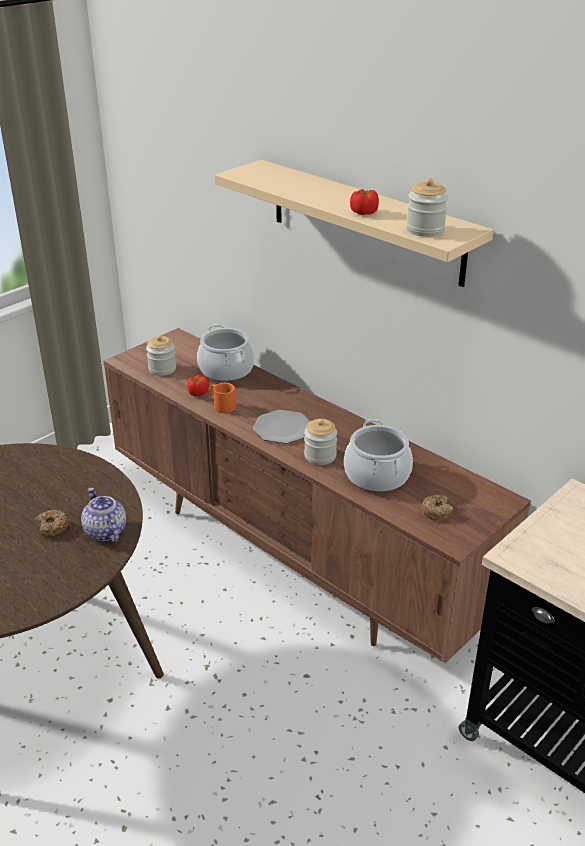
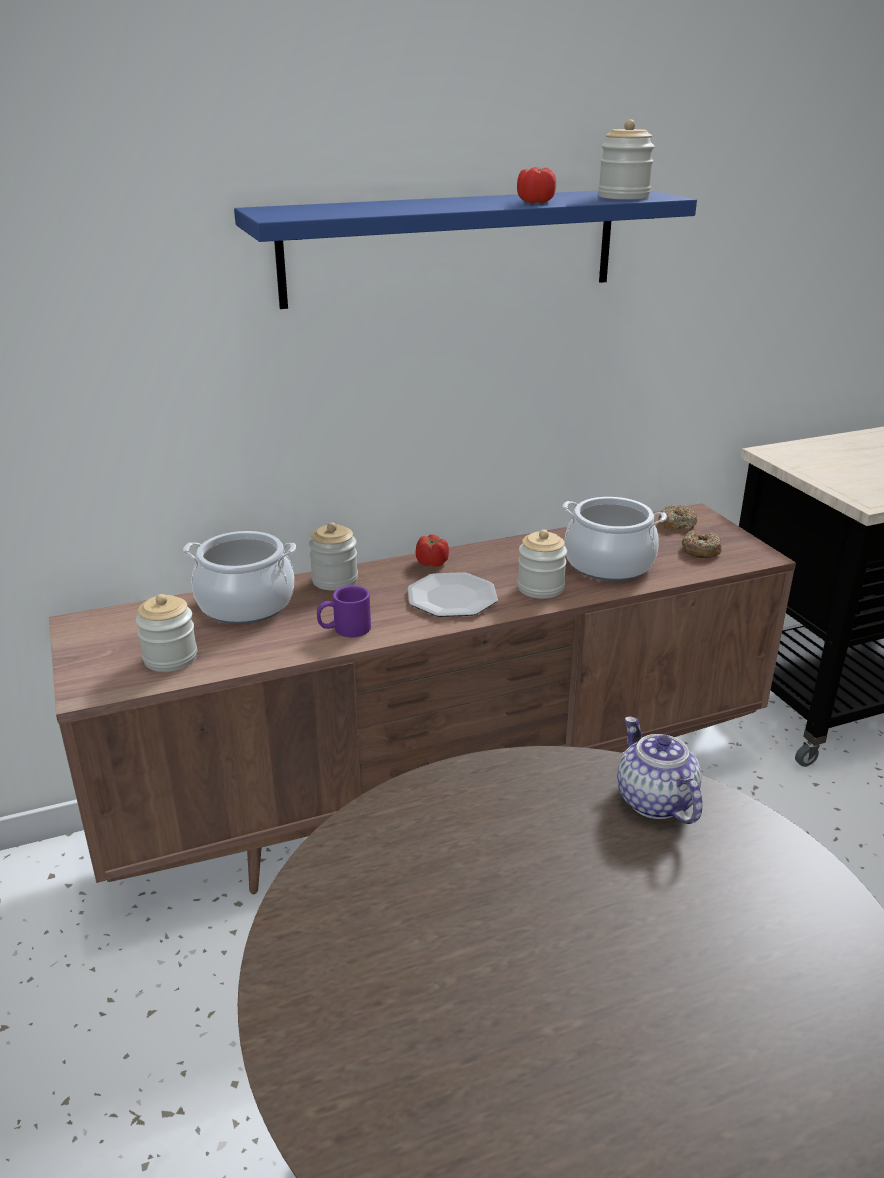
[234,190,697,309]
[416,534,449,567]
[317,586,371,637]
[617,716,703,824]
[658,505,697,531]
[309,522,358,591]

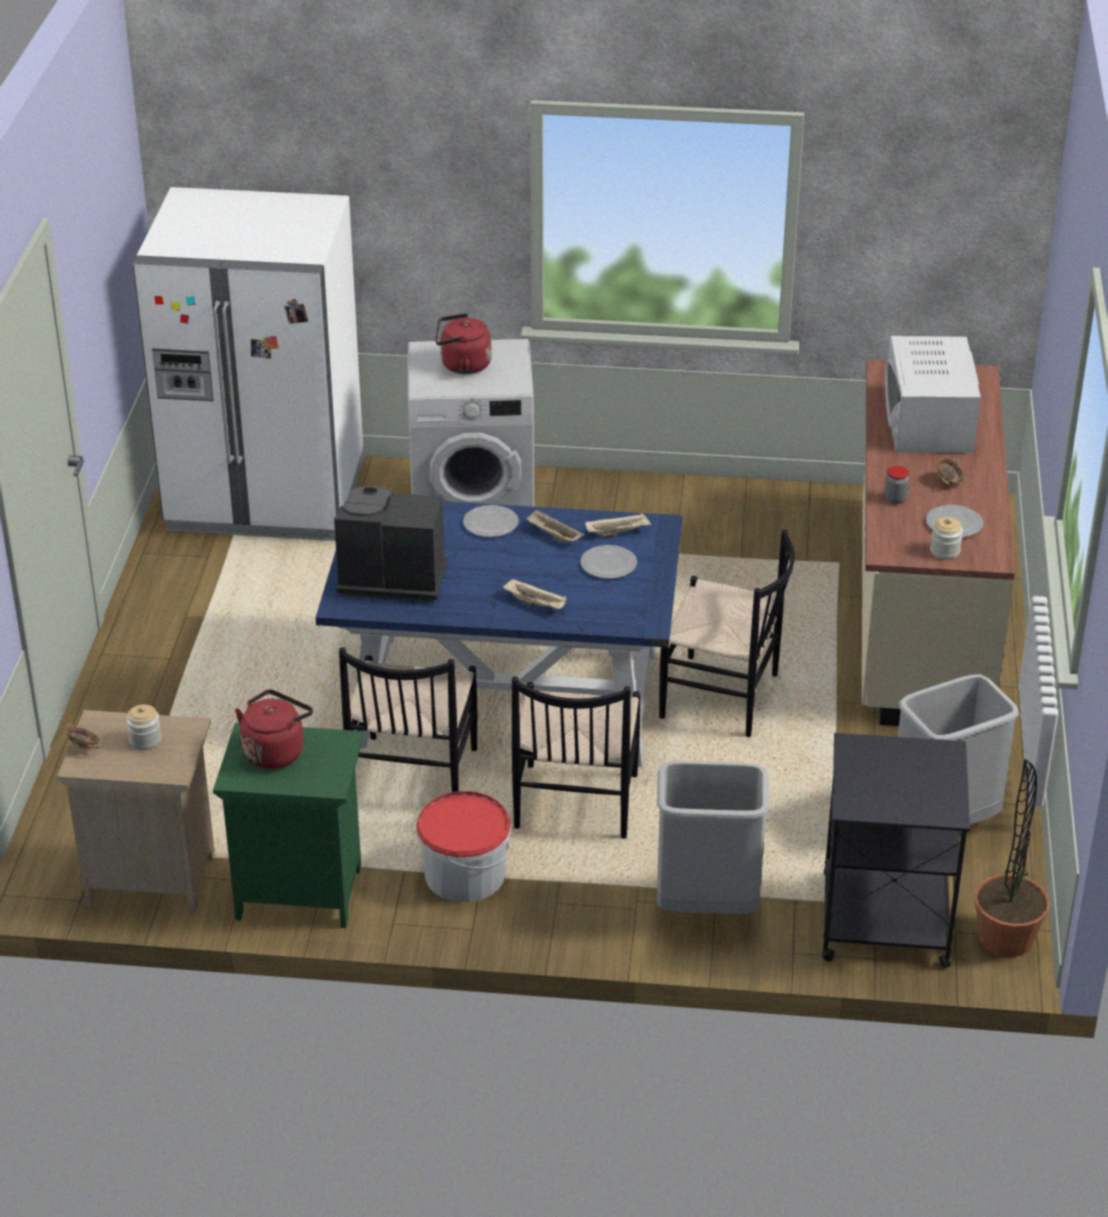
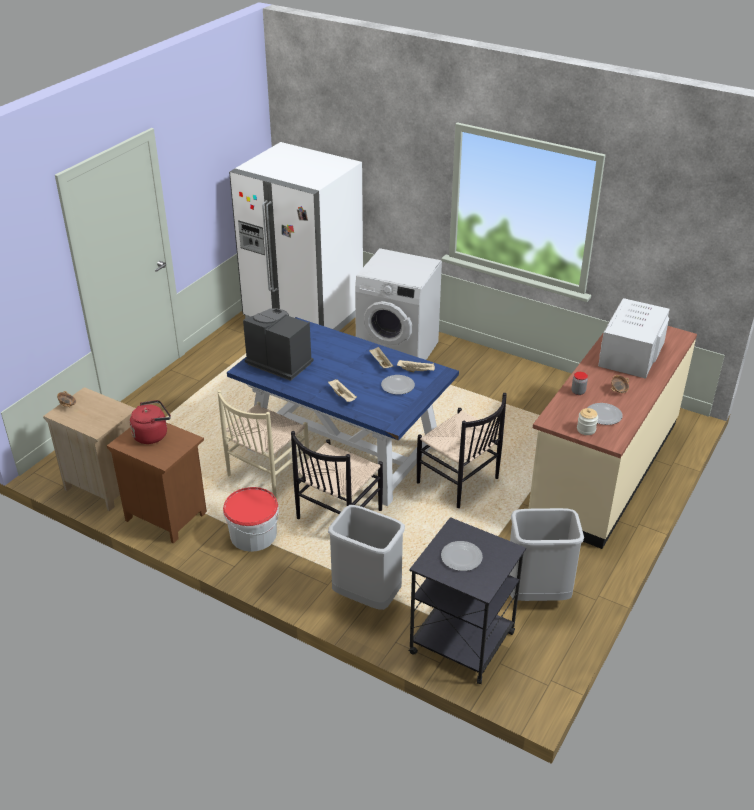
[435,313,492,374] (first image)
[441,541,483,571]
[217,390,309,498]
[126,705,162,750] (first image)
[107,423,207,544]
[974,759,1050,957] (first image)

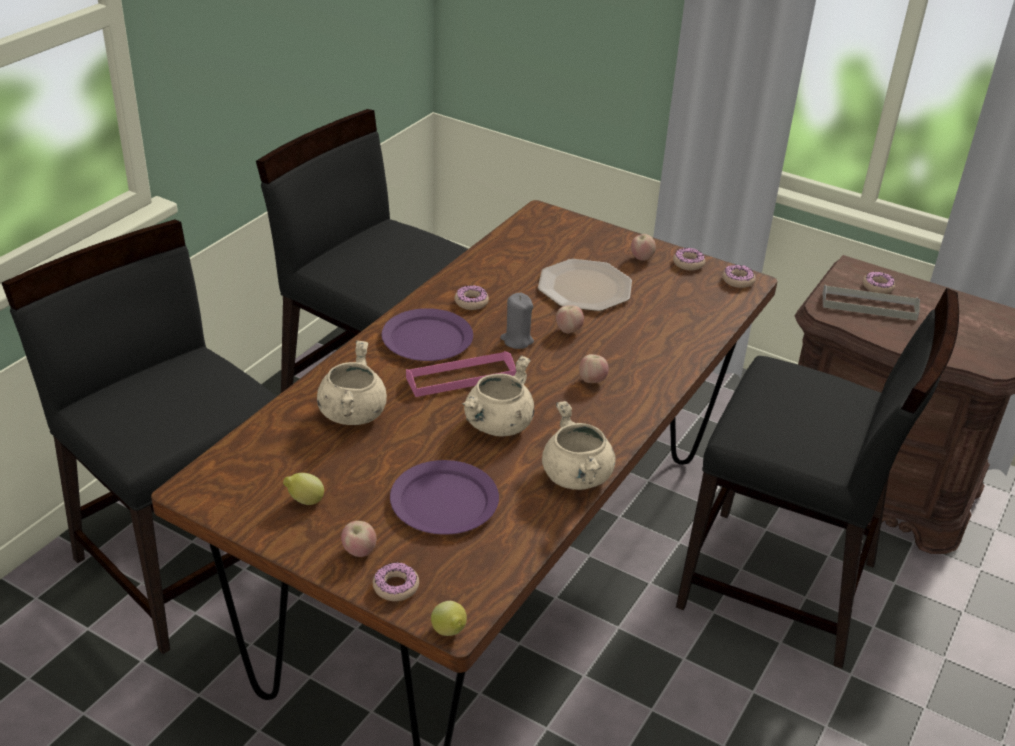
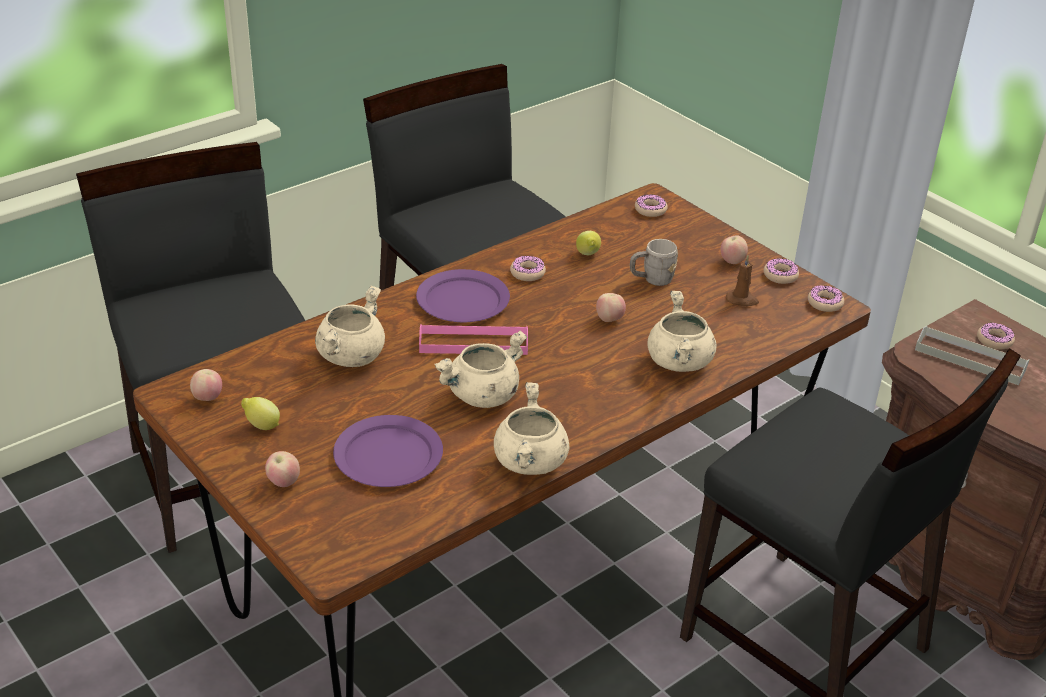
[630,239,678,286]
[500,293,534,349] (first image)
[190,369,222,401]
[635,194,668,217]
[576,231,601,255]
[726,255,759,307]
[648,291,716,372]

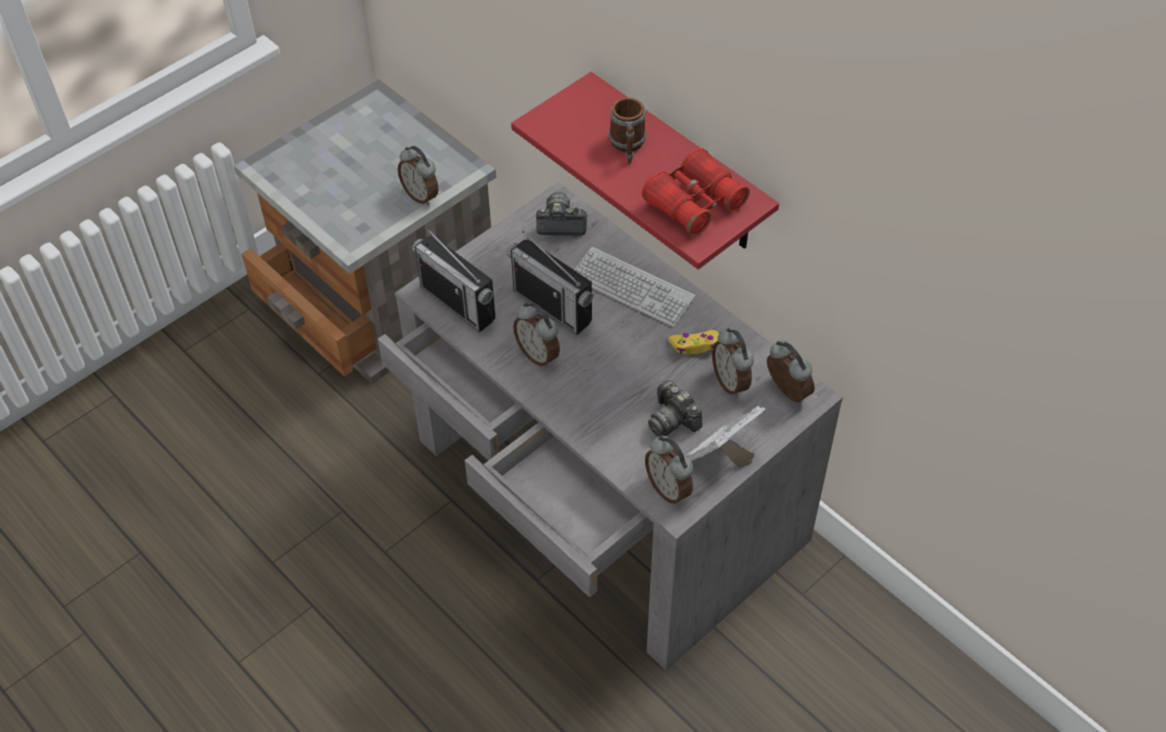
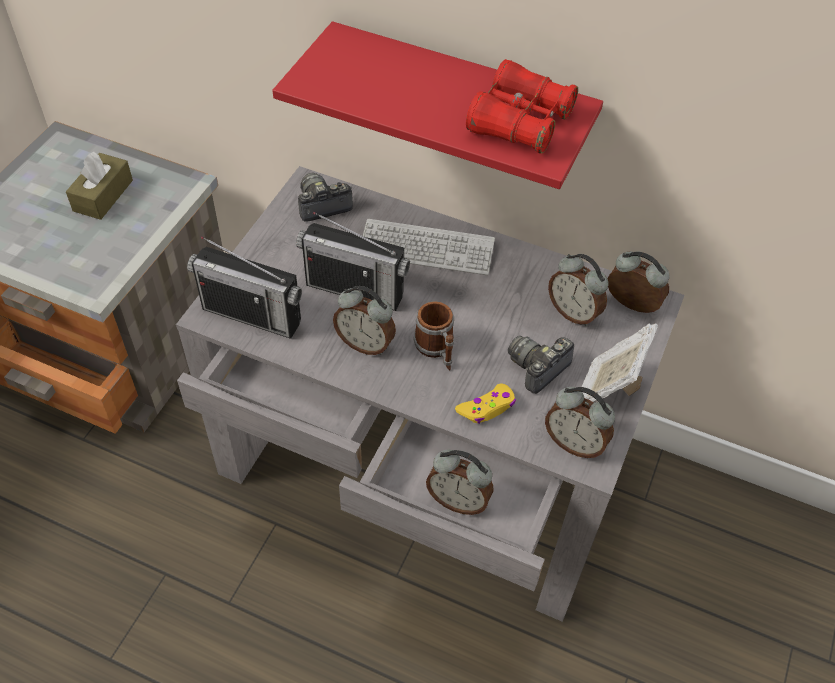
[414,301,454,370]
[426,449,494,515]
[455,383,516,424]
[508,336,574,394]
[66,152,133,220]

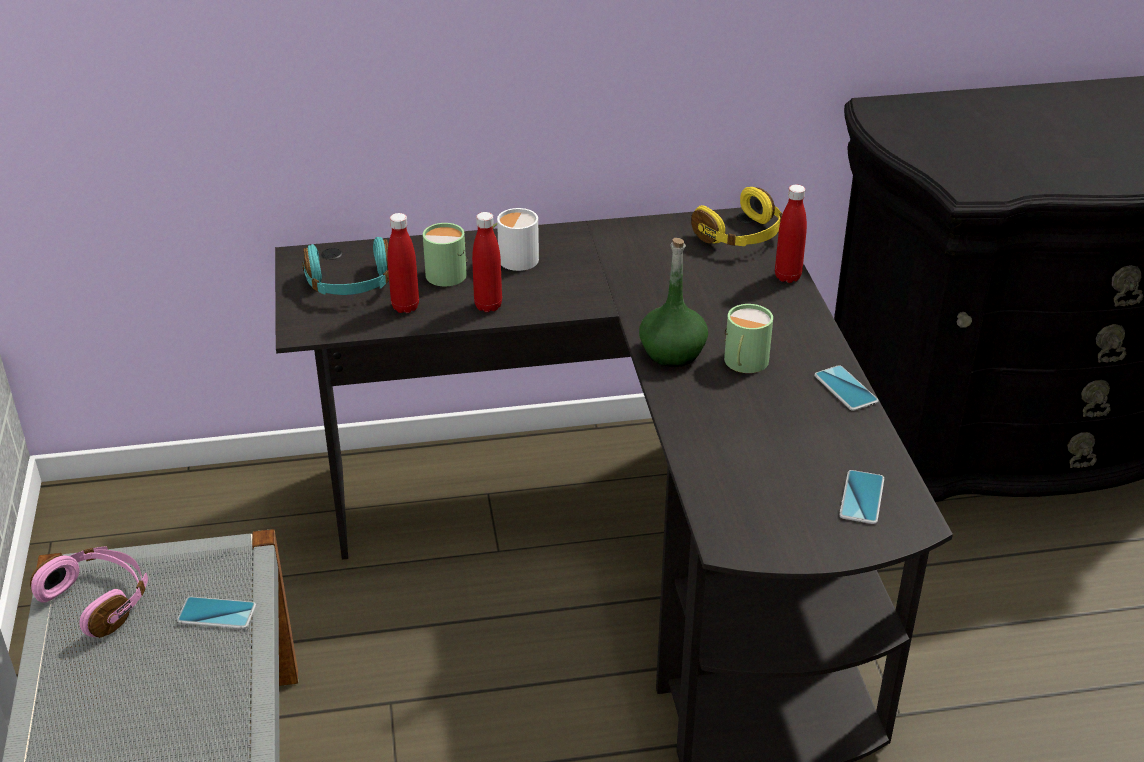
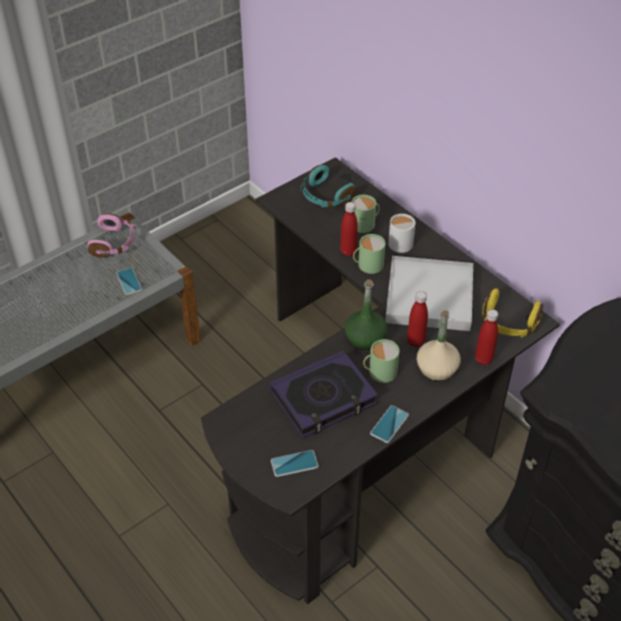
[407,291,428,347]
[353,234,385,274]
[385,256,473,331]
[417,311,461,381]
[270,351,378,438]

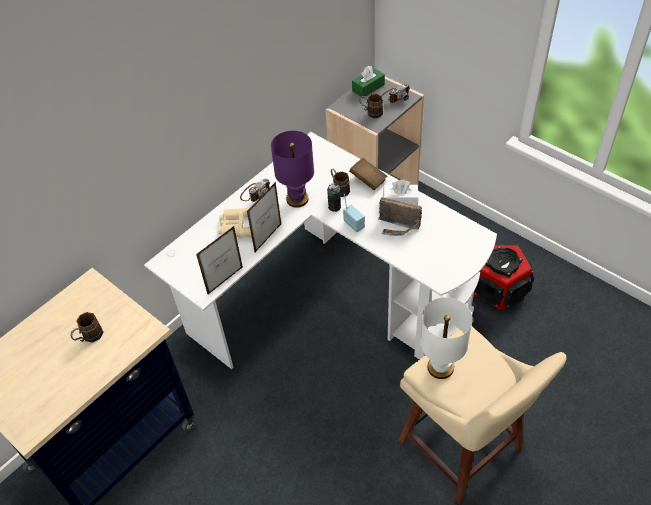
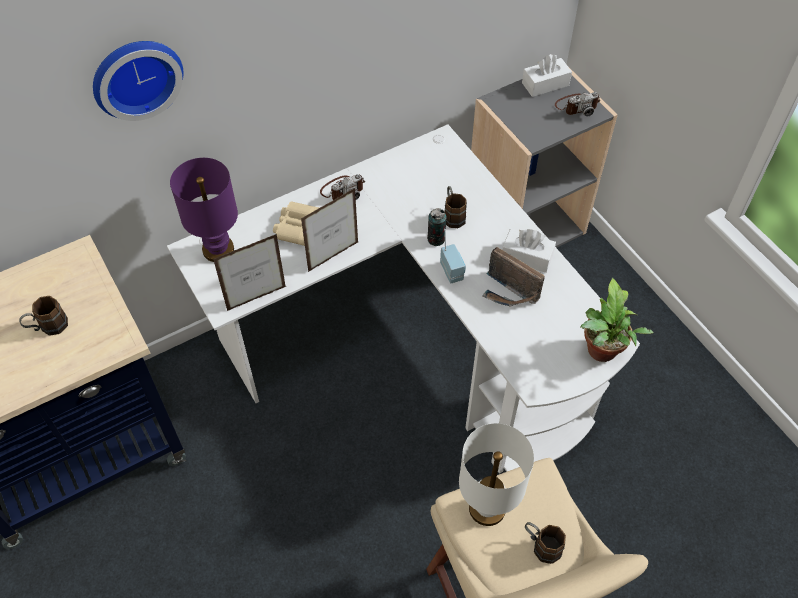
[522,54,572,97]
[525,522,566,564]
[170,158,238,262]
[349,158,387,190] (first image)
[474,245,534,310] (first image)
[93,41,183,121]
[580,278,653,362]

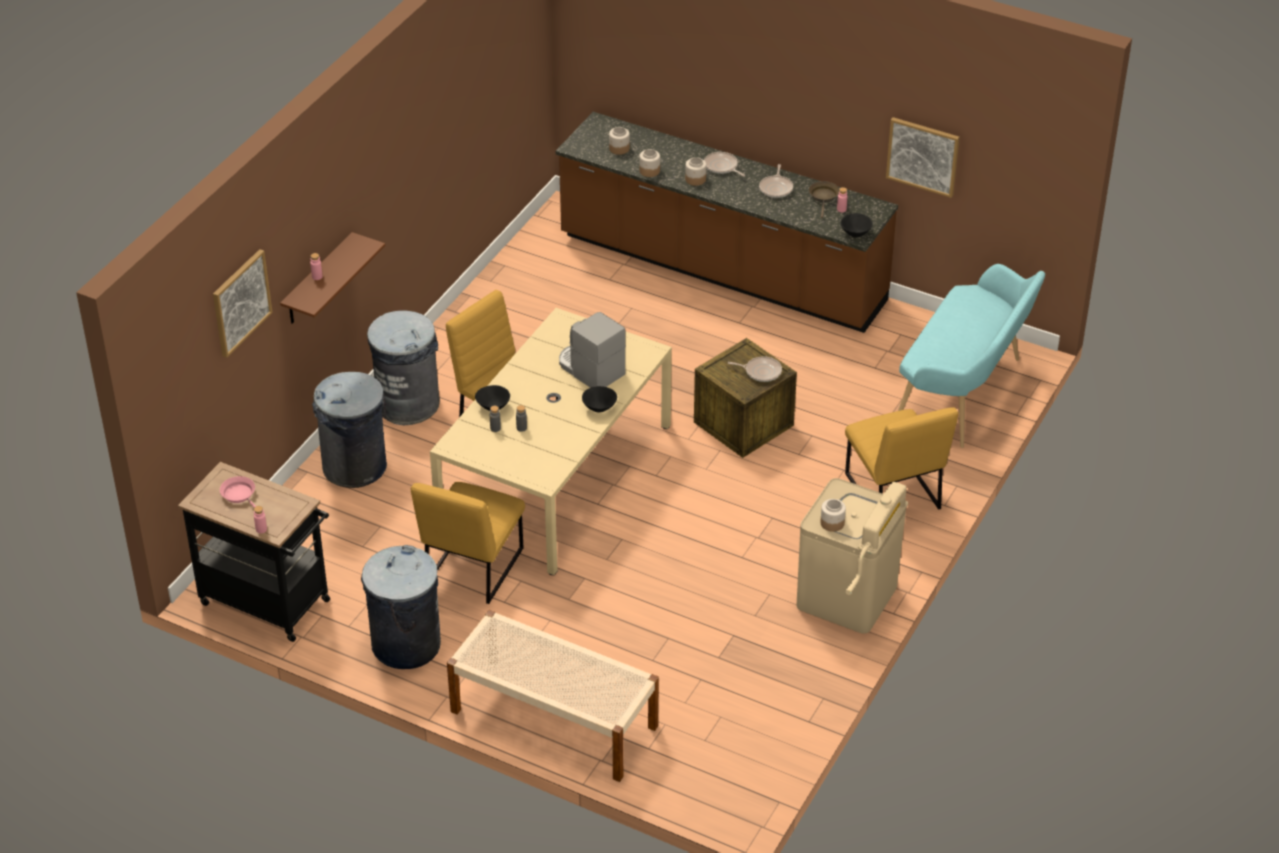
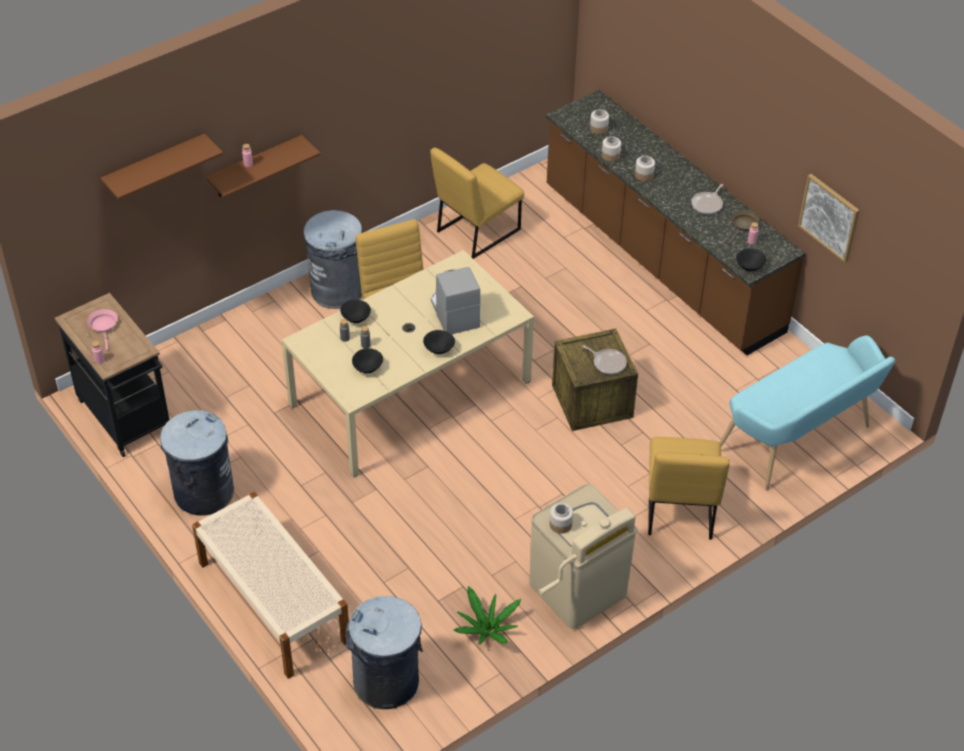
[704,152,745,176] (first image)
[101,133,223,200]
[345,596,423,709]
[430,147,524,259]
[352,348,383,374]
[454,586,521,644]

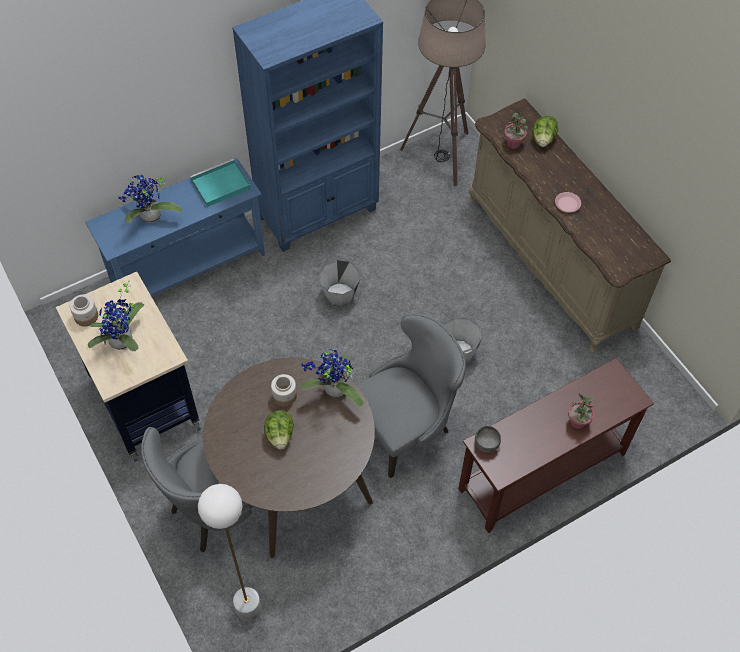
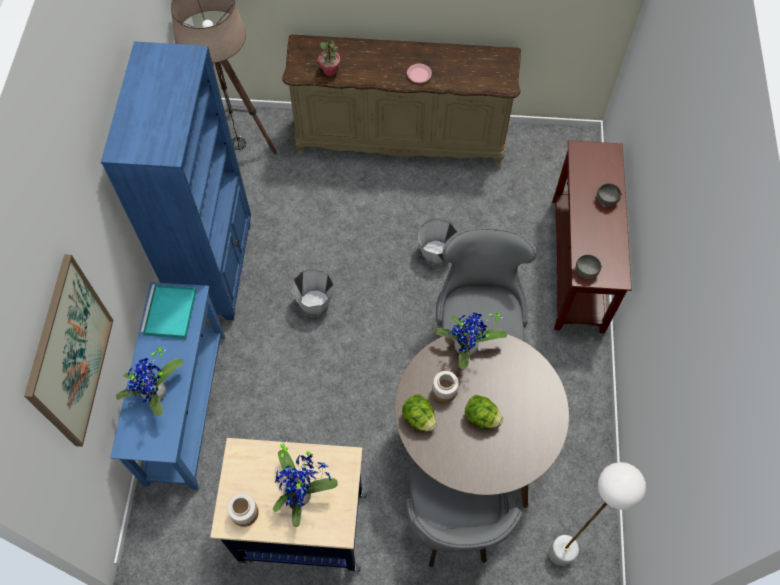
[402,394,437,432]
[597,183,621,207]
[24,254,113,447]

